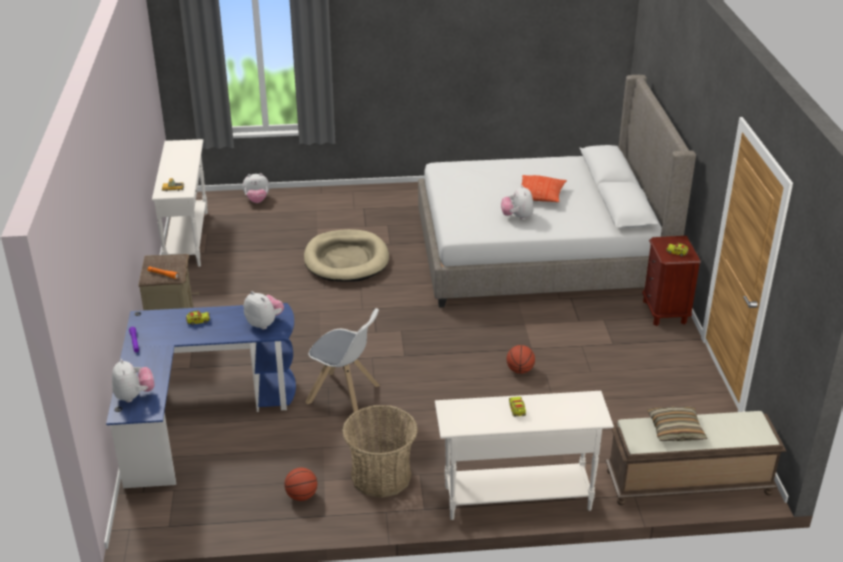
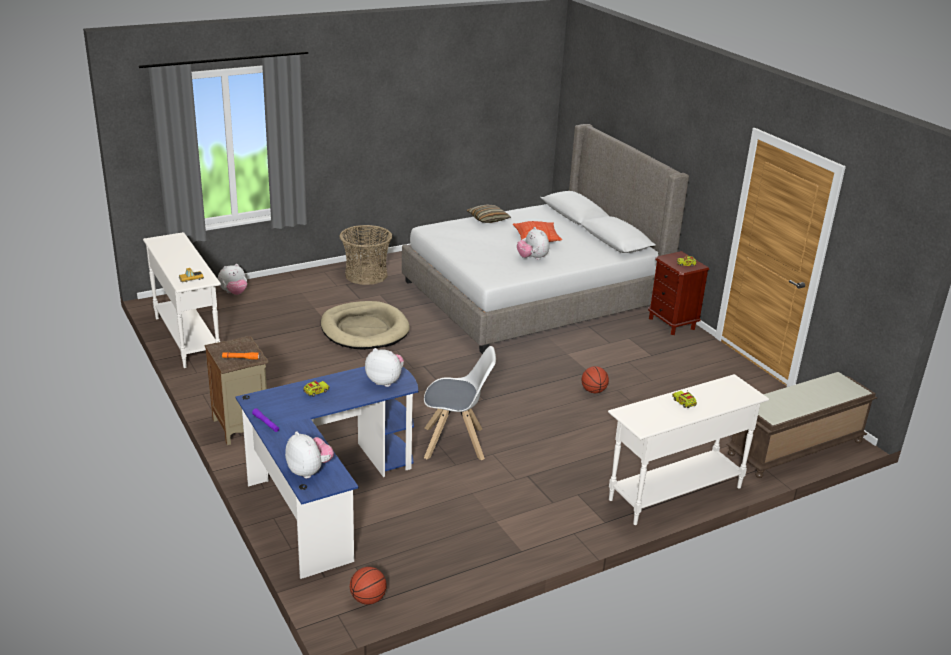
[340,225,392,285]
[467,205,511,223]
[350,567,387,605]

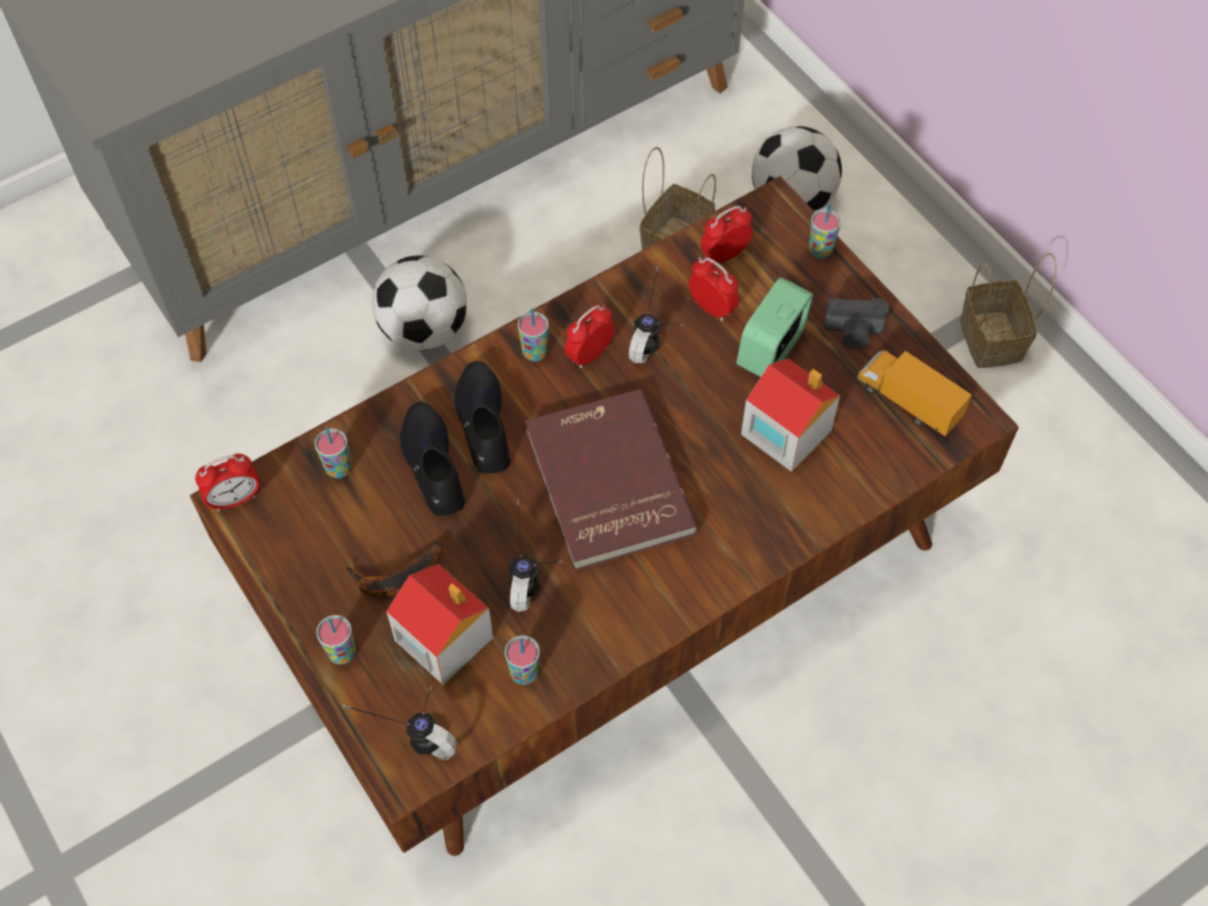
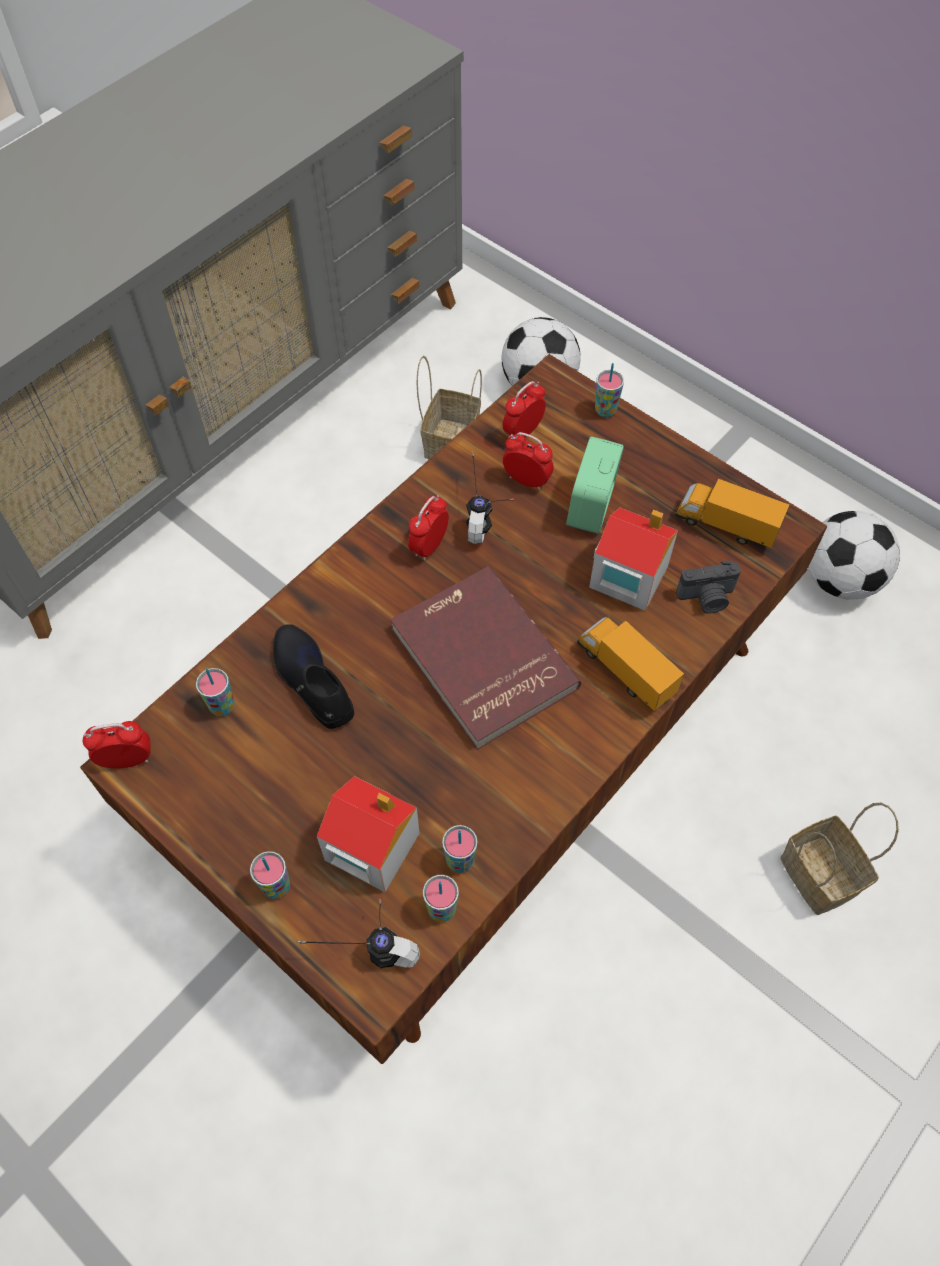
[781,803,899,915]
[808,511,900,600]
[676,560,741,614]
[423,875,459,922]
[454,361,510,474] (first image)
[83,721,151,769]
[508,500,563,612] (first image)
[345,541,443,597] (first image)
[577,617,684,711]

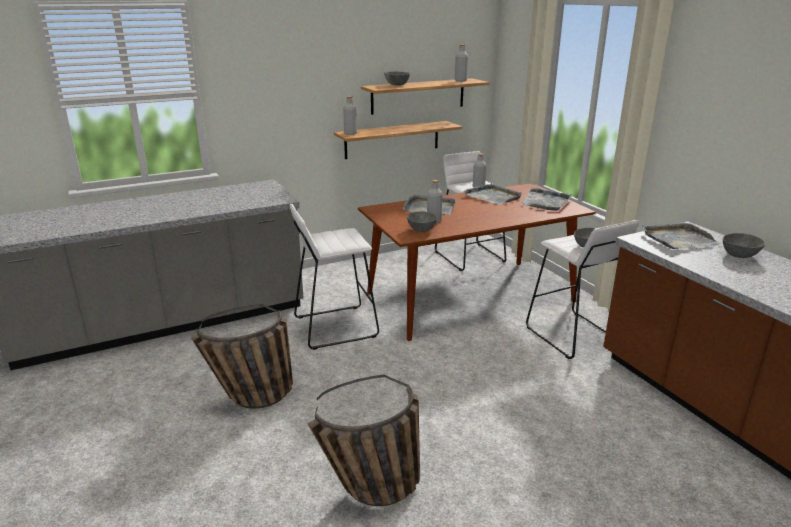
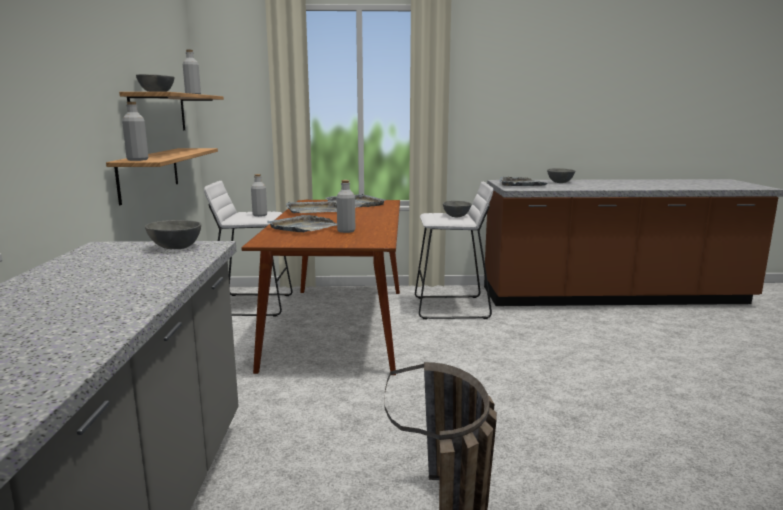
[290,204,379,350] (first image)
[145,220,201,249]
[308,374,420,506] (first image)

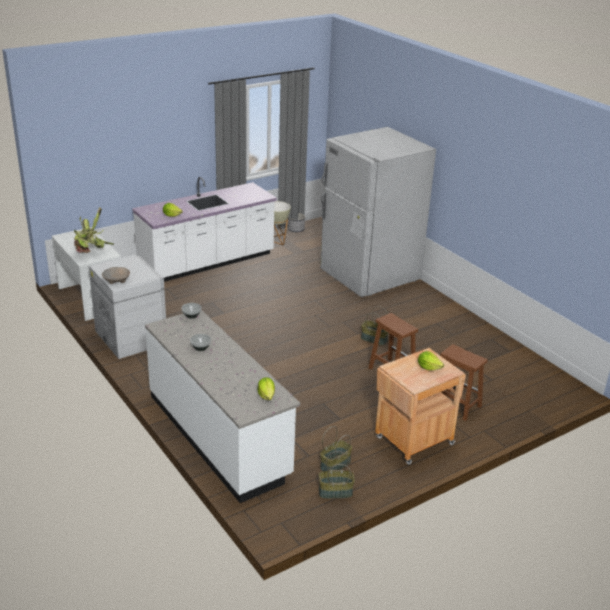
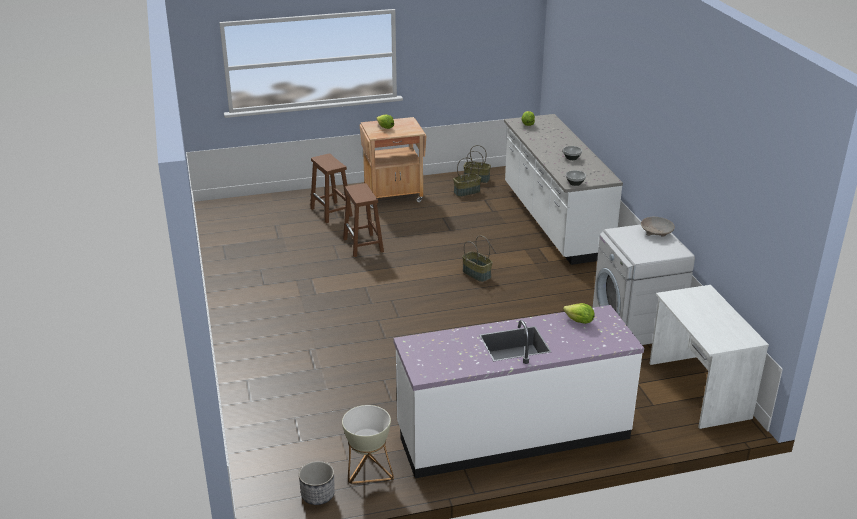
[320,127,436,297] (first image)
[74,207,114,253] (first image)
[462,235,493,282]

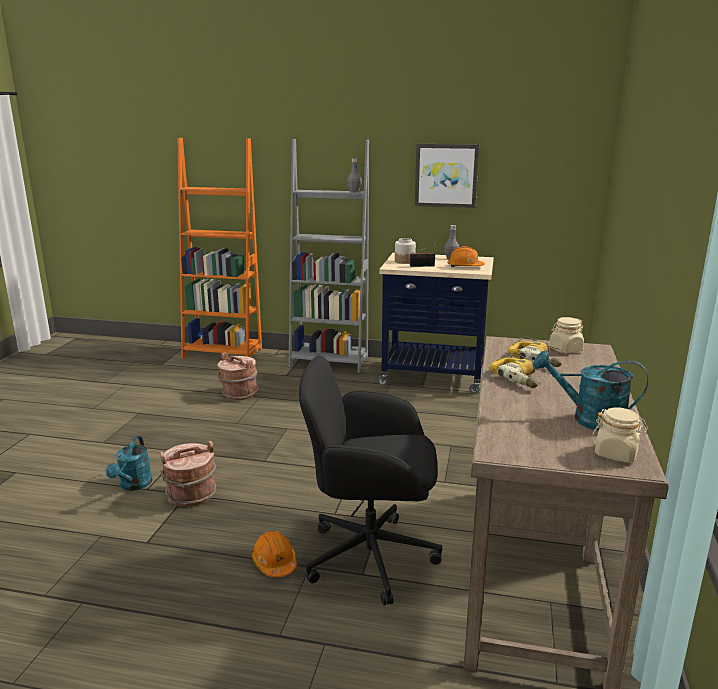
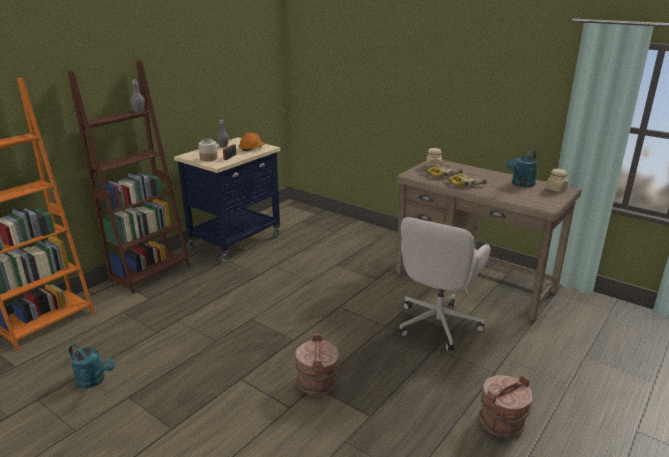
[68,61,190,294]
[415,144,479,208] (first image)
[479,375,533,437]
[398,217,490,351]
[69,344,115,388]
[252,531,297,577] (first image)

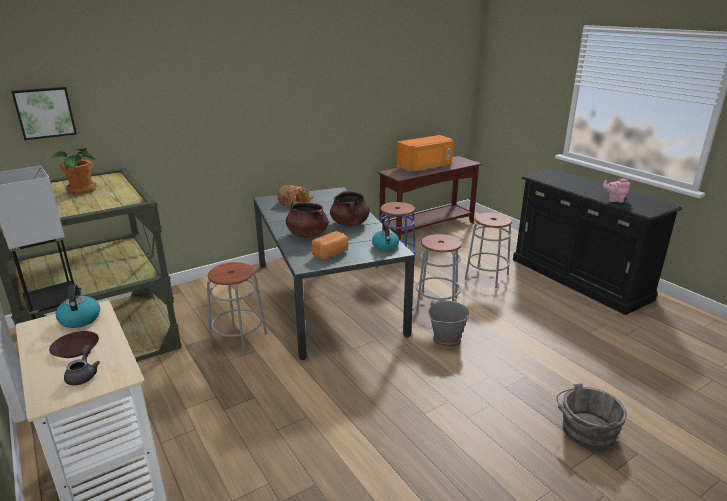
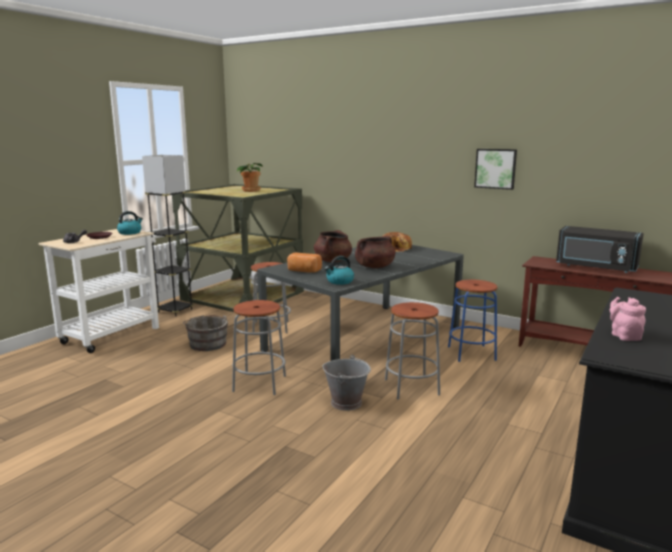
[474,149,517,190]
[556,226,644,273]
[232,300,286,395]
[183,315,228,351]

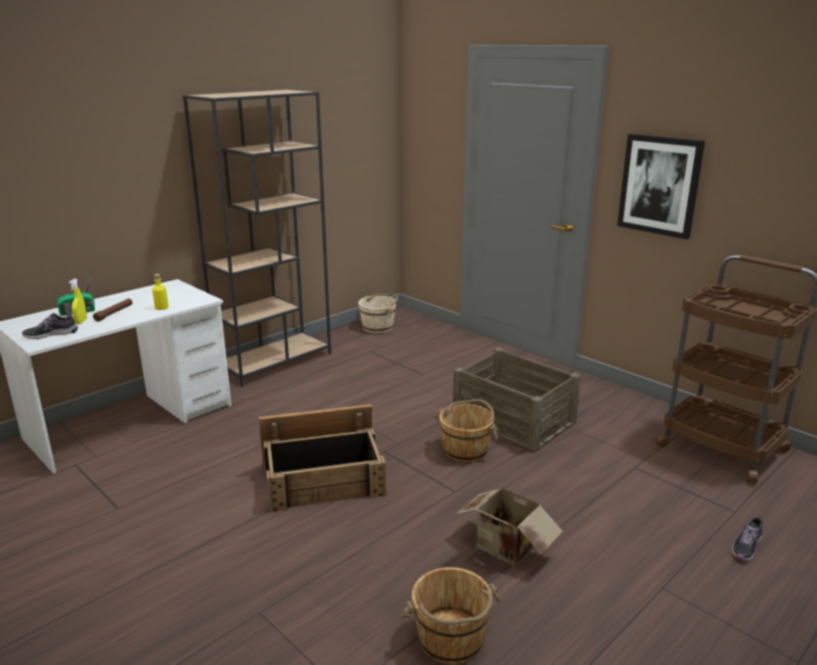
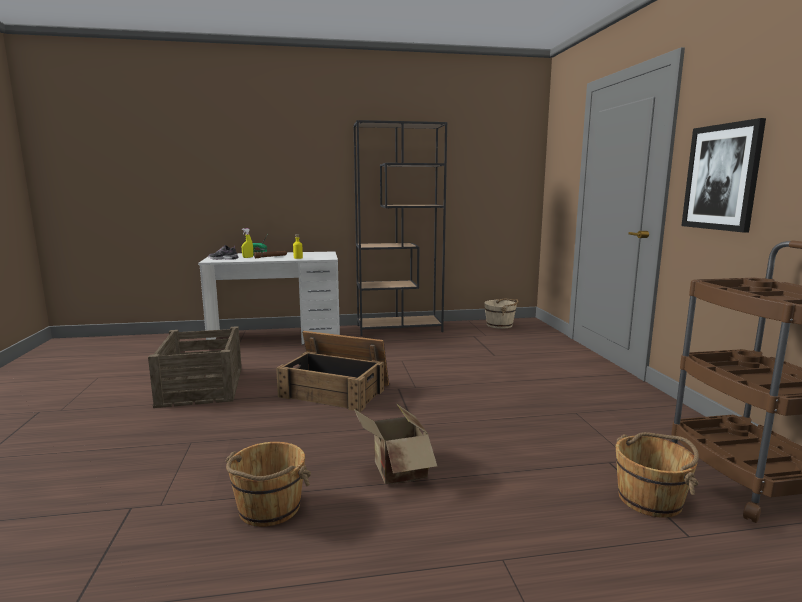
[148,326,242,408]
[616,432,699,518]
[731,515,763,561] (first image)

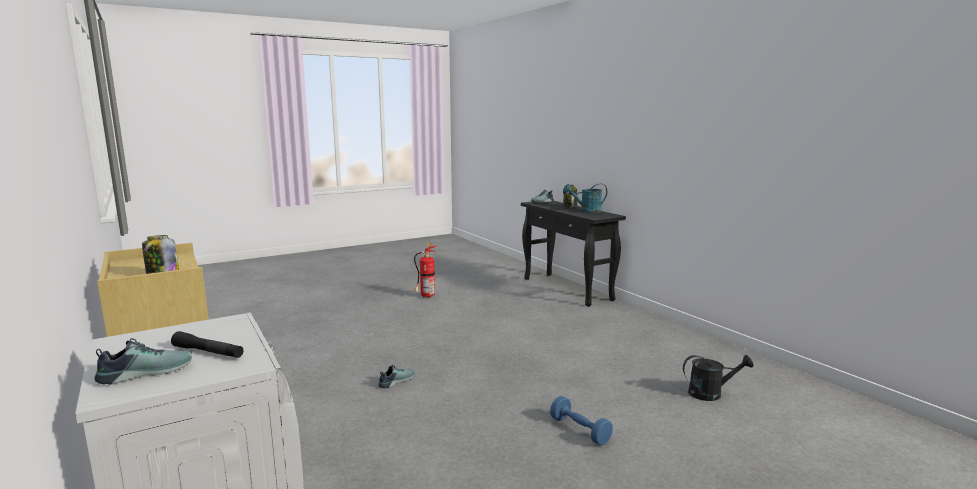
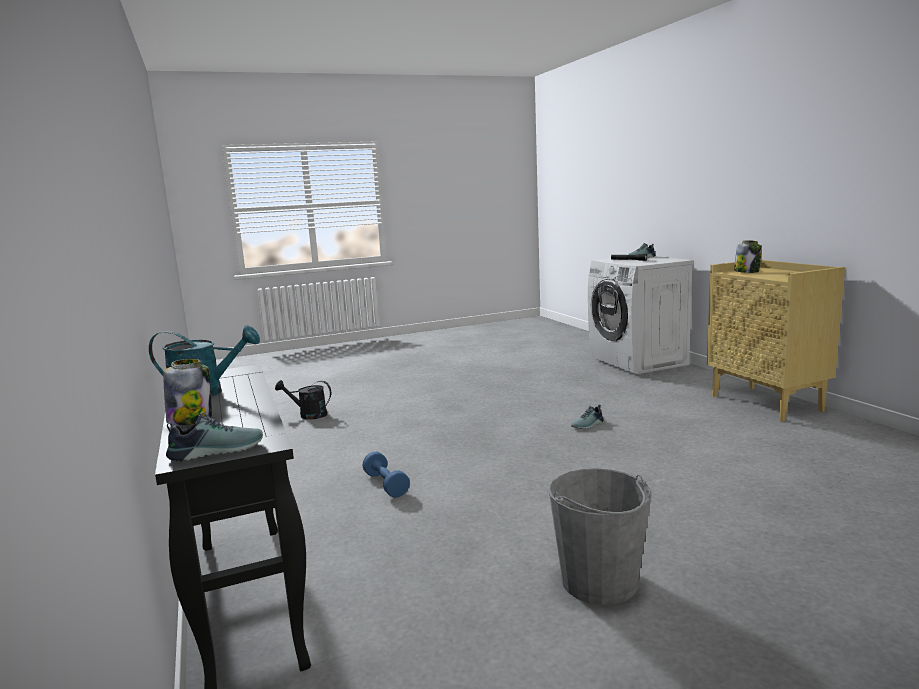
[549,468,651,605]
[362,452,410,498]

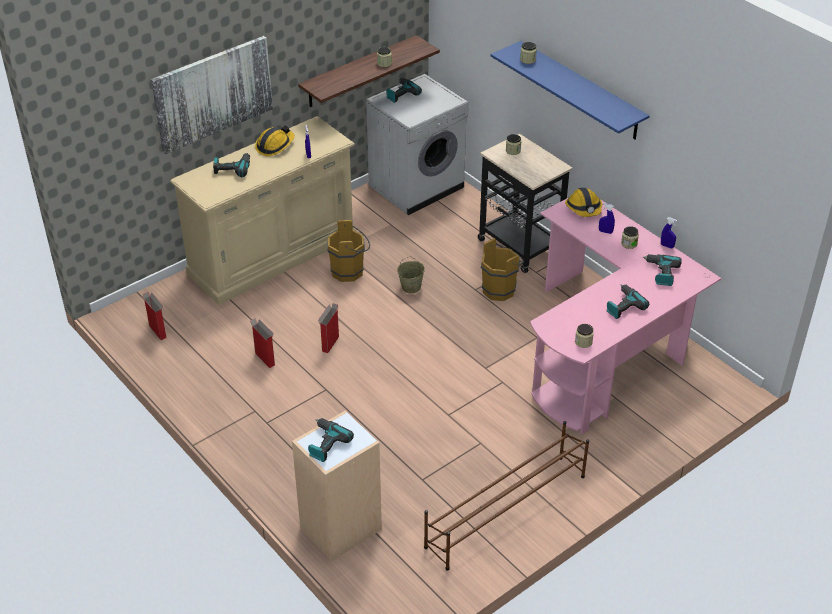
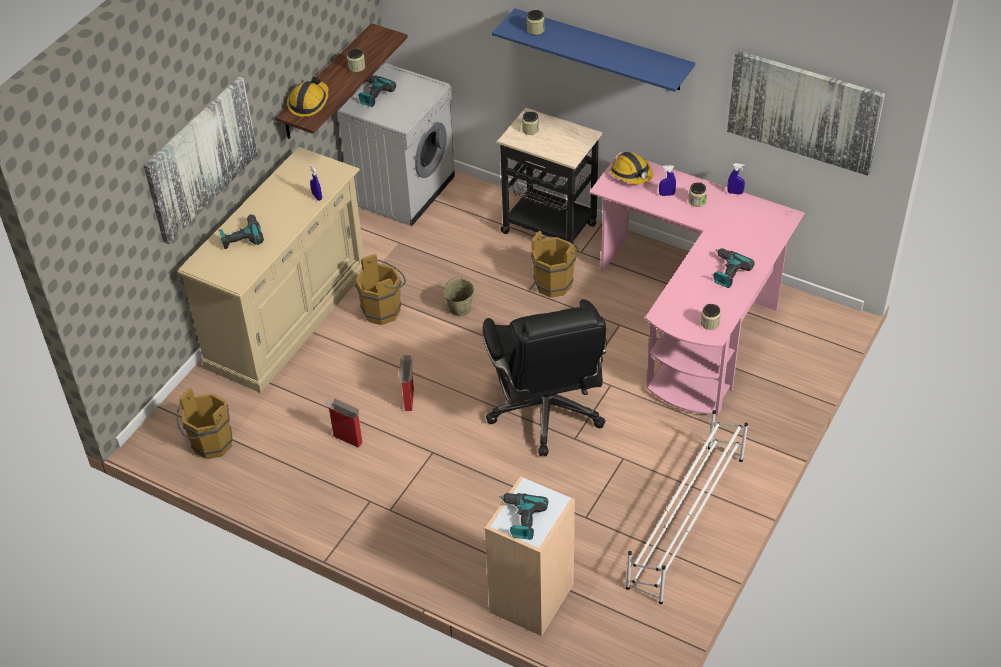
[287,77,328,117]
[643,254,682,286] (first image)
[177,388,233,459]
[626,410,748,604]
[727,50,885,176]
[483,299,607,456]

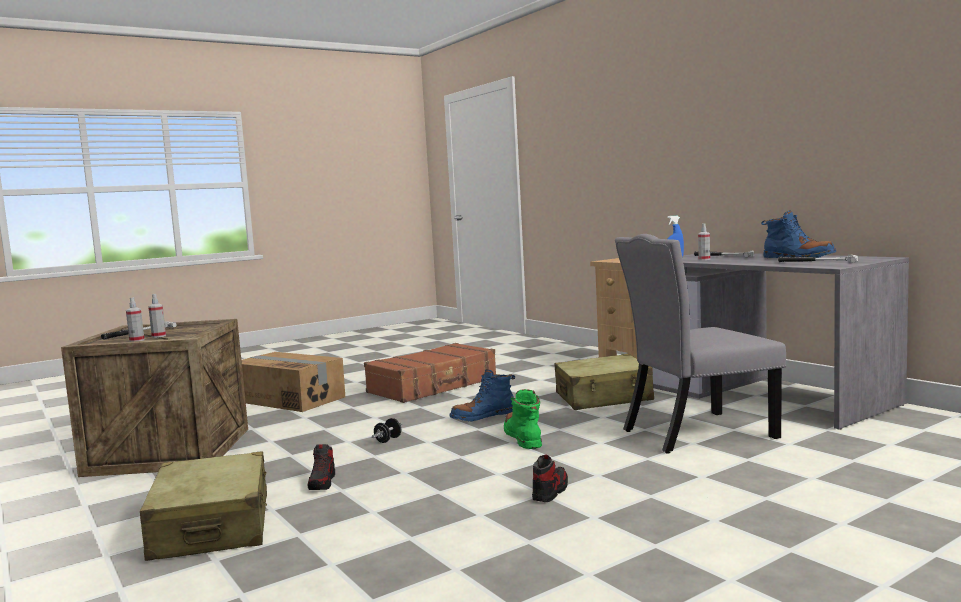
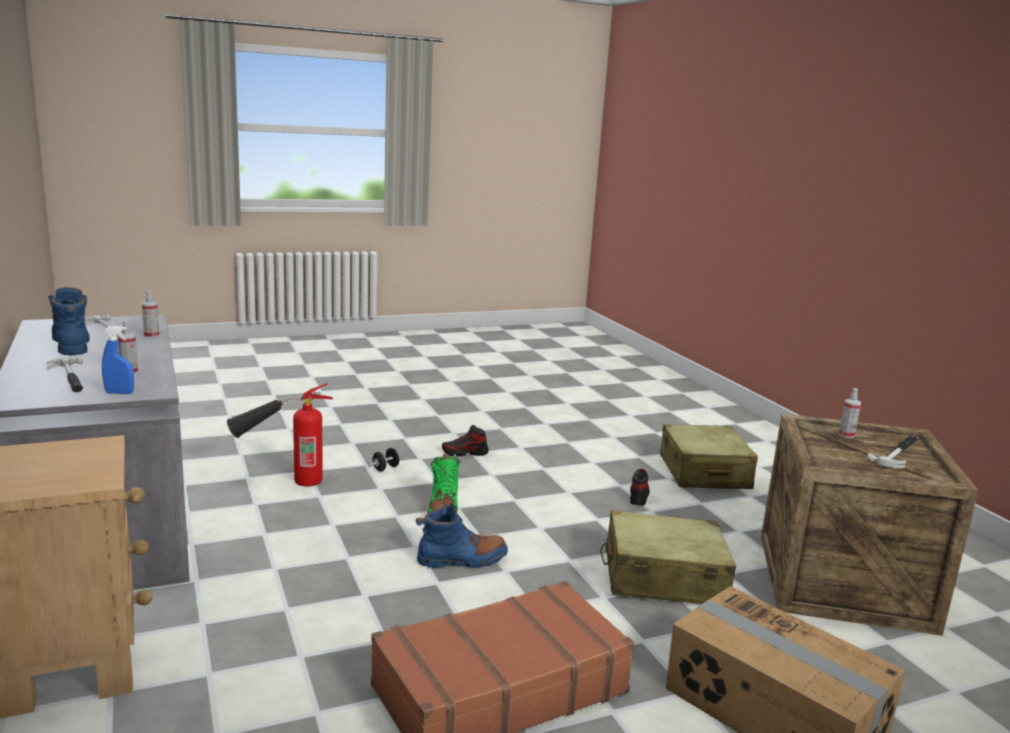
[227,383,333,486]
[142,291,159,338]
[600,510,736,604]
[368,448,404,471]
[442,425,489,456]

